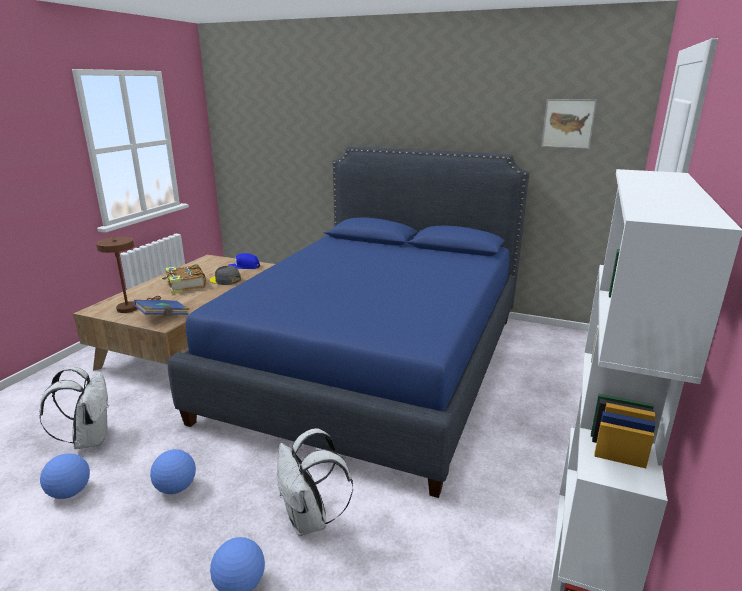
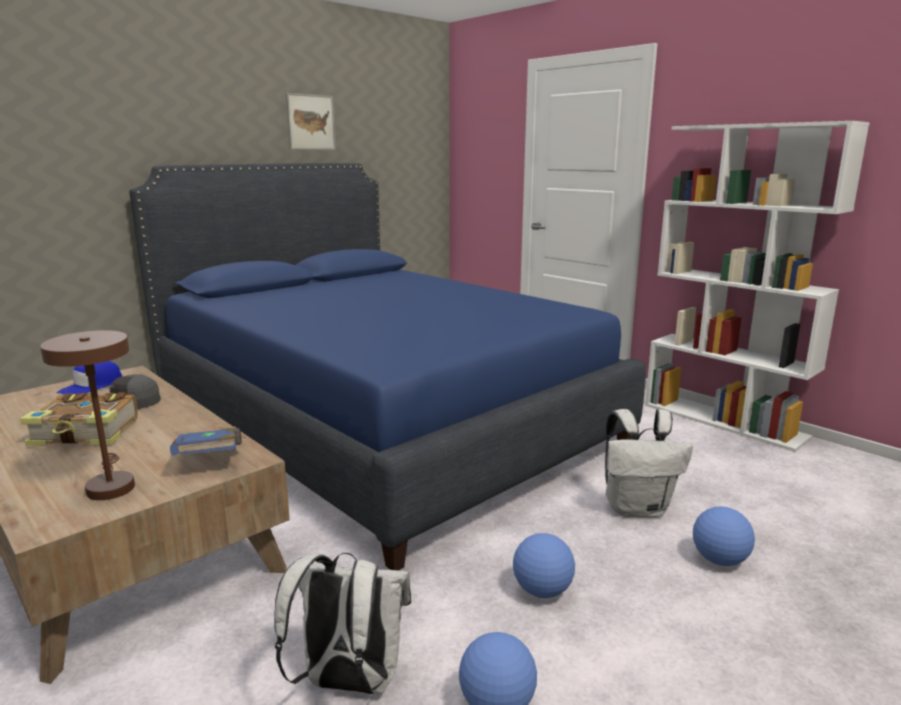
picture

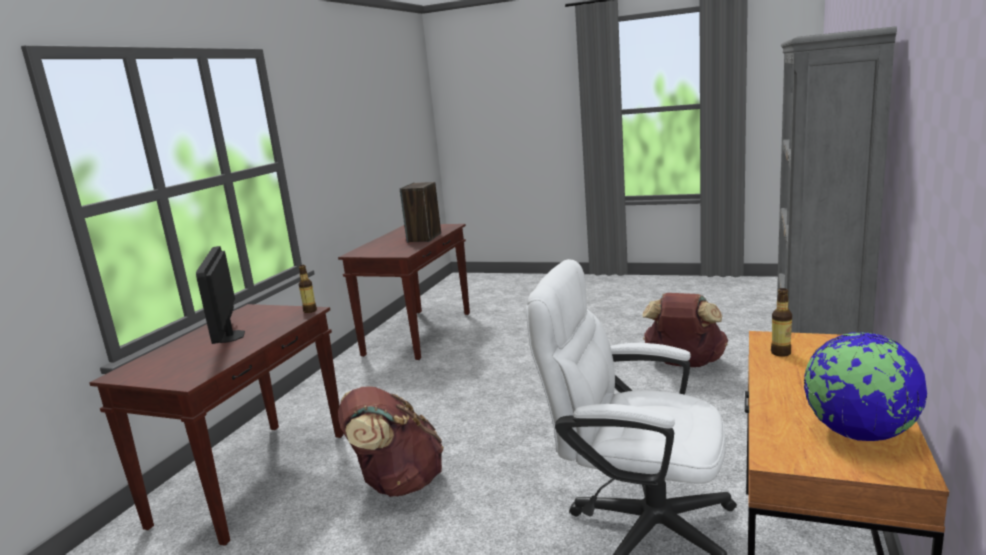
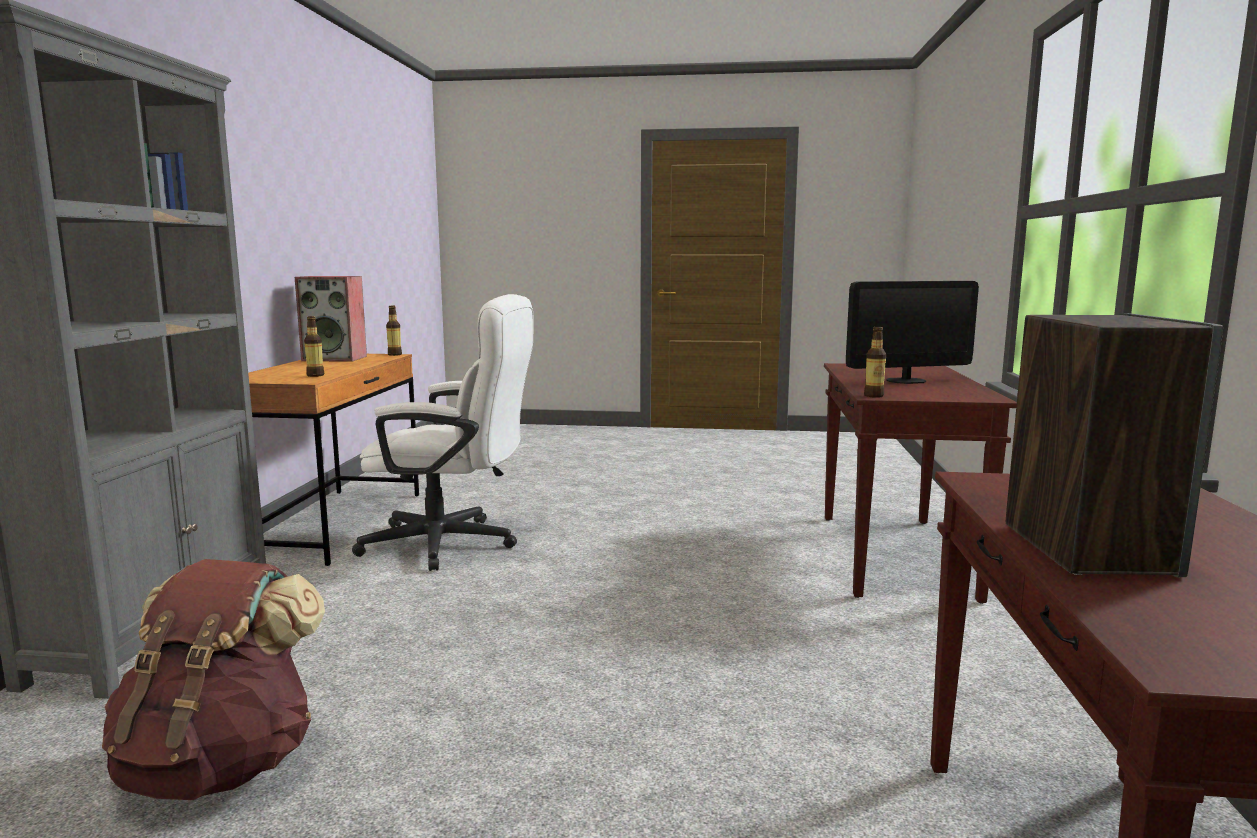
backpack (brownish) (no. 1 from left in the first image)
beverage bottle (no. 2 from left)
loudspeaker (no. 1 from left)
computer display

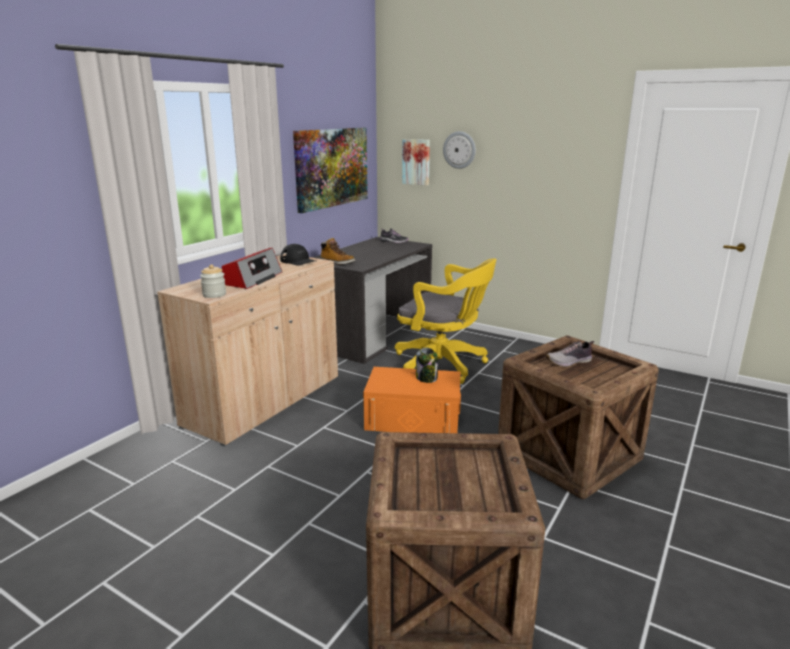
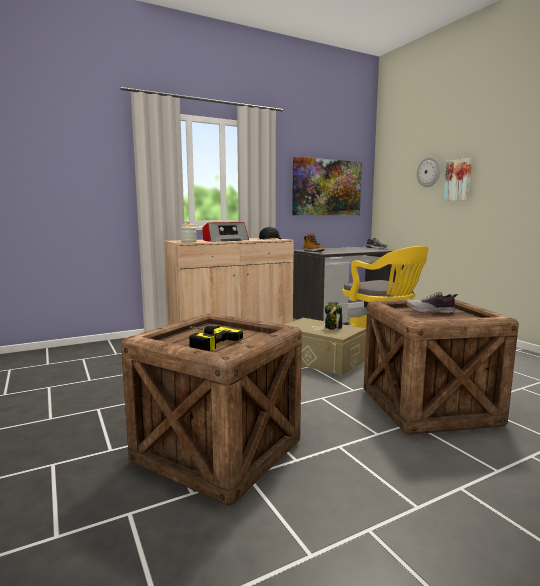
drill
picture (no. 2 from left)
storage container (beige-coloured)

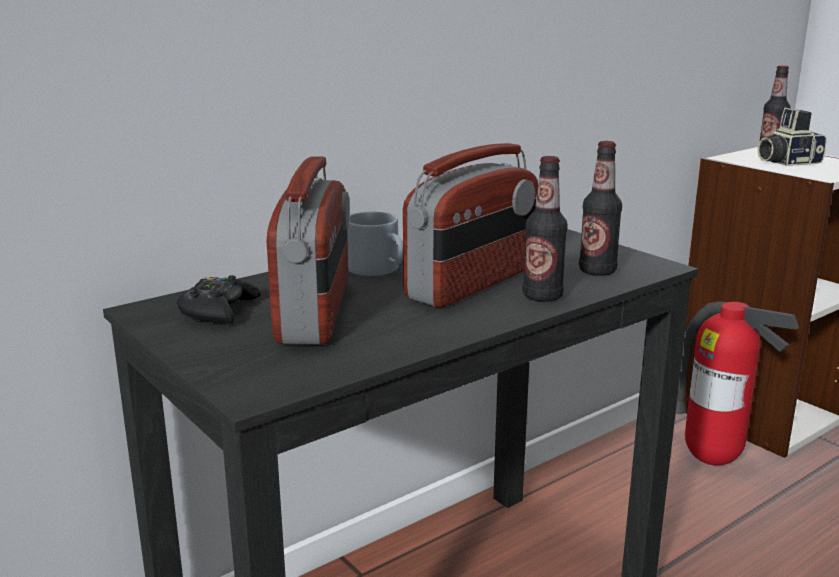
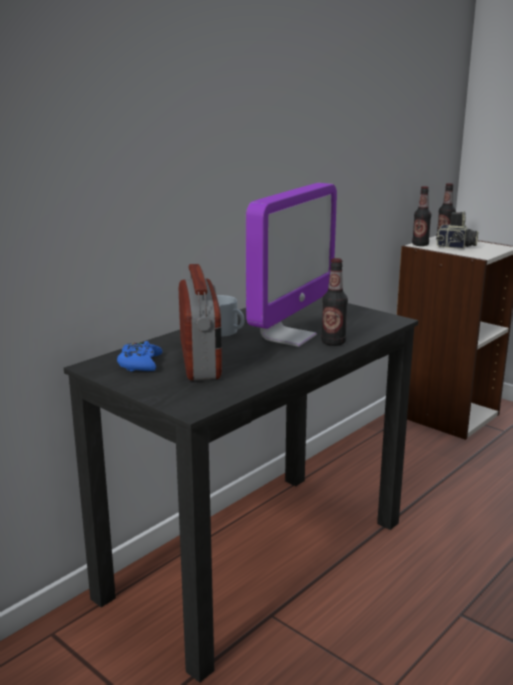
extinguisher
beverage bottle (no. 2 from left)
computer display
game controller (bluish)
still camera

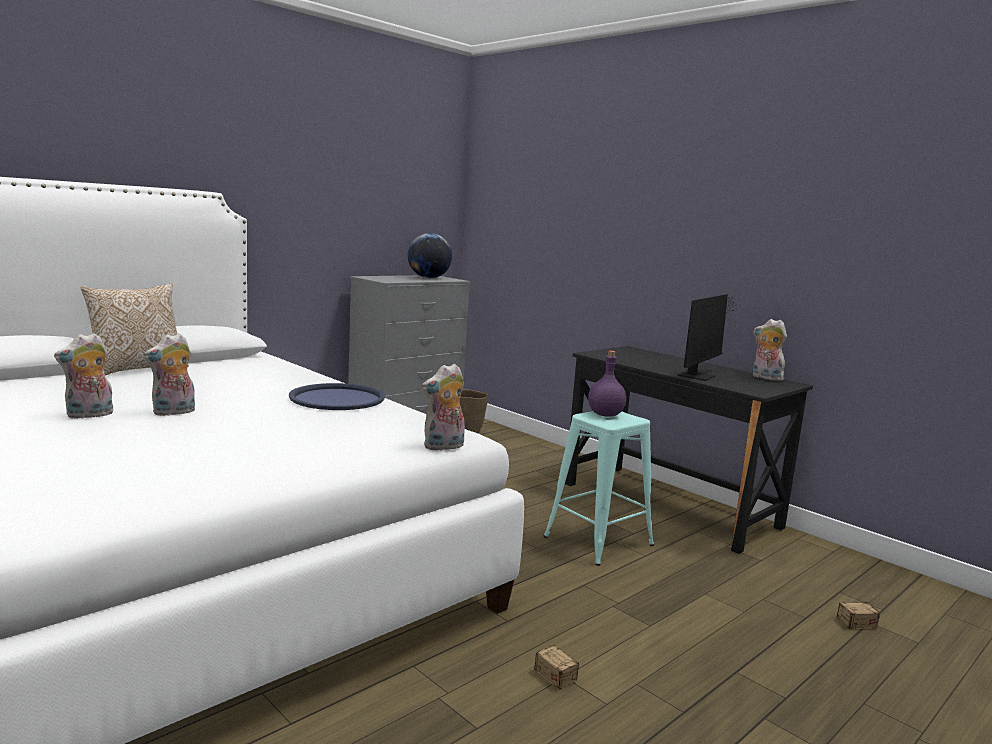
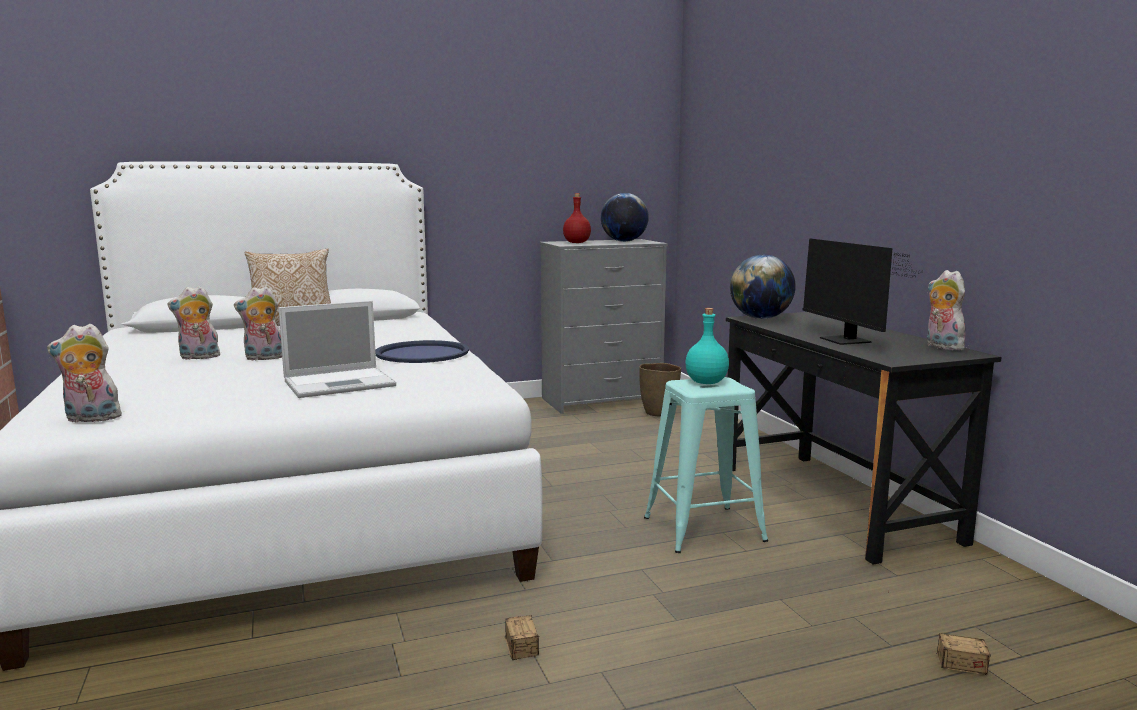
notebook computer
beverage bottle (red-coloured)
globe (no. 2 from left)
plush toy (no. 1 from left)
beverage bottle (blue-green)
computer display

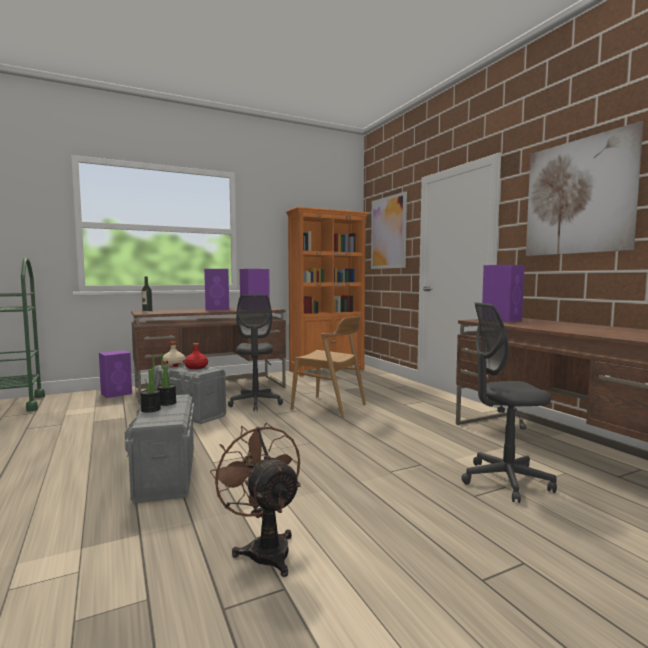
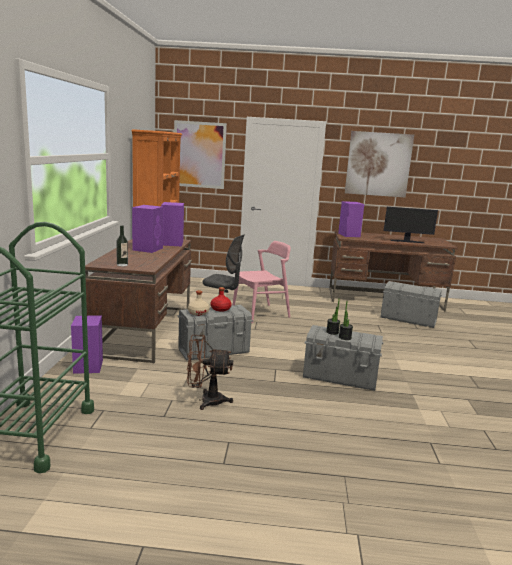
computer display
cooling fan (brownish)
storage container (gray) (no. 3 from left)
plain chair (pink-coloured)

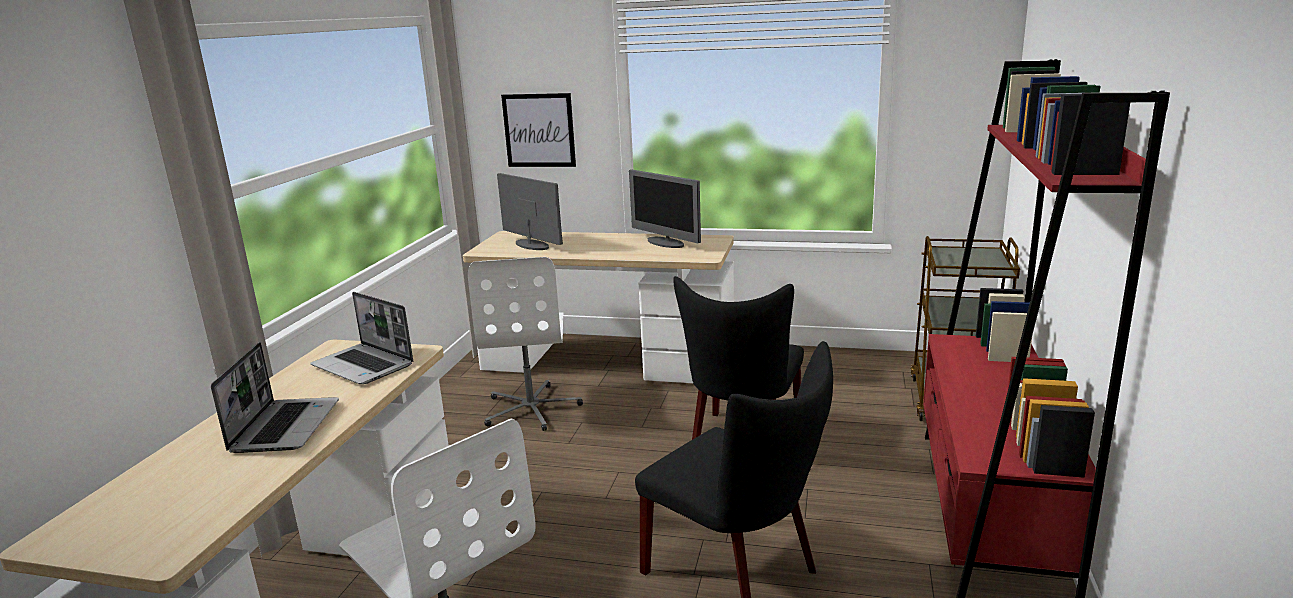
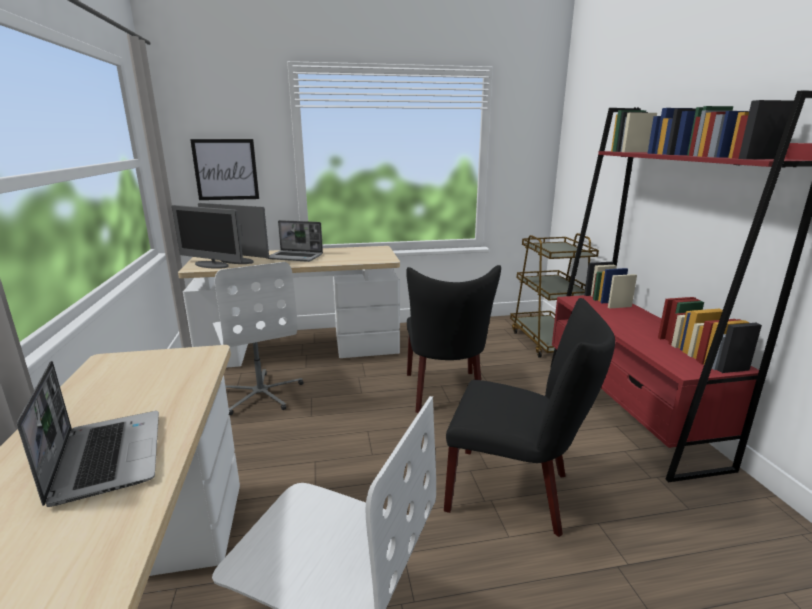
notebook computer (no. 2 from left)
computer display (no. 1 from left)

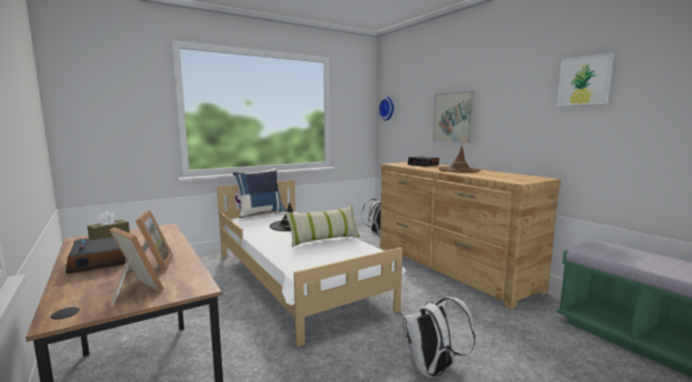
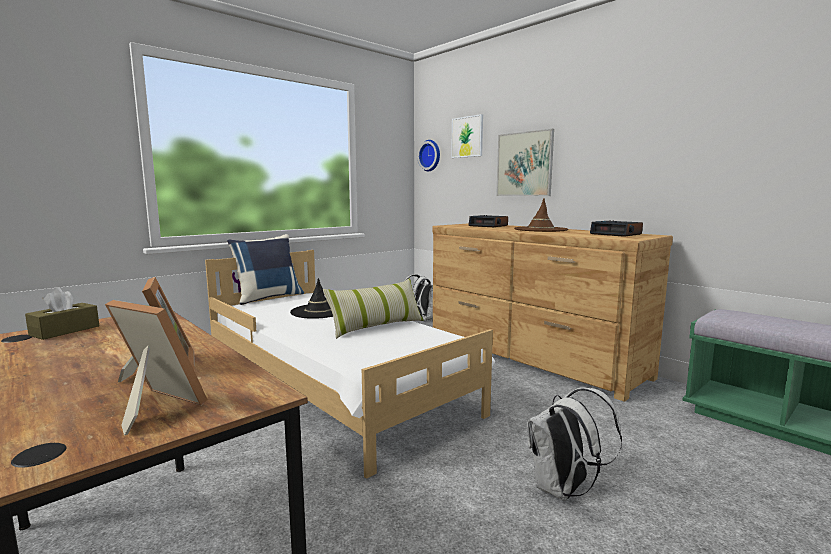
table clock (no. 2 from left)
picture (no. 1 from left)

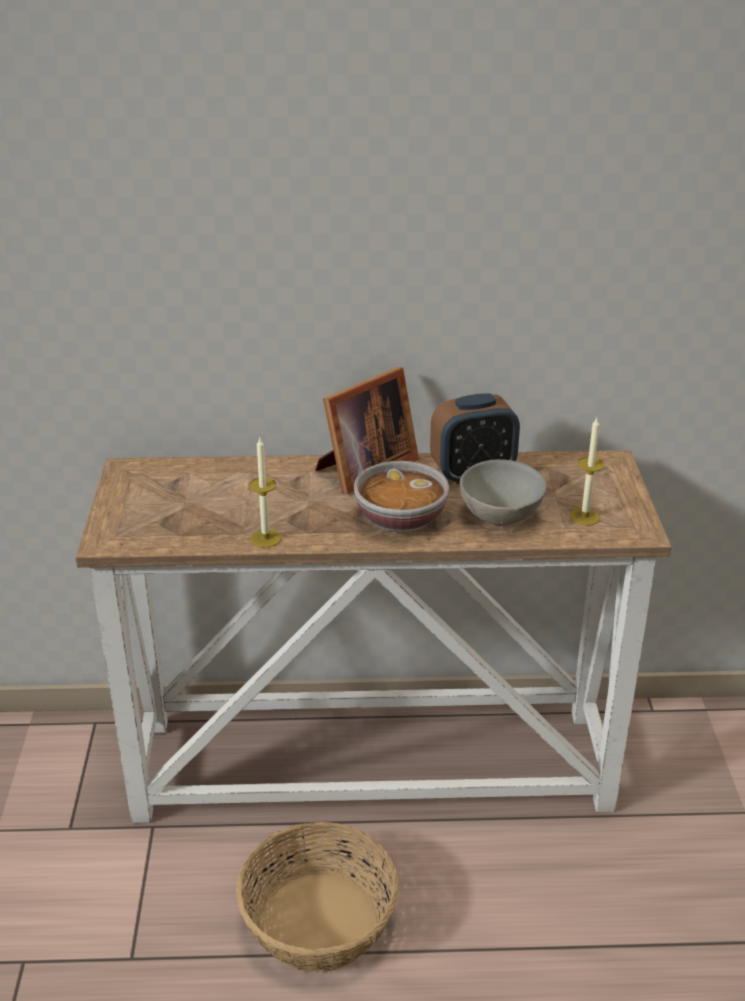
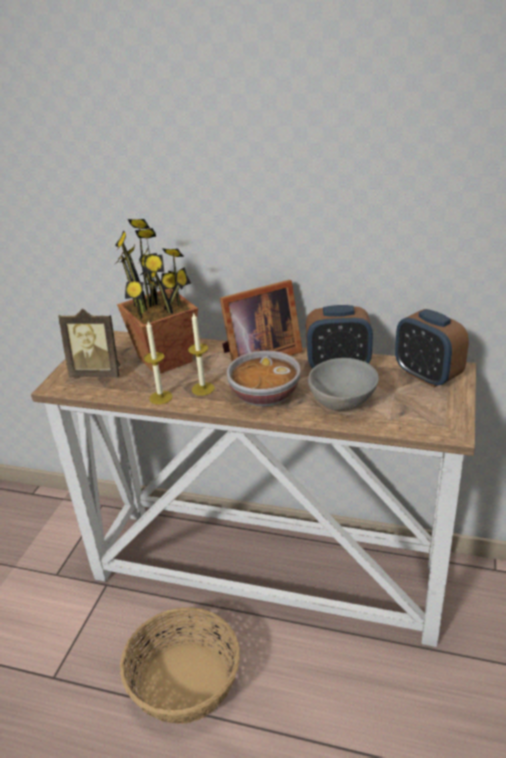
photo frame (no. 1 from left)
potted plant
table clock (no. 2 from left)
wax light (no. 2 from left)

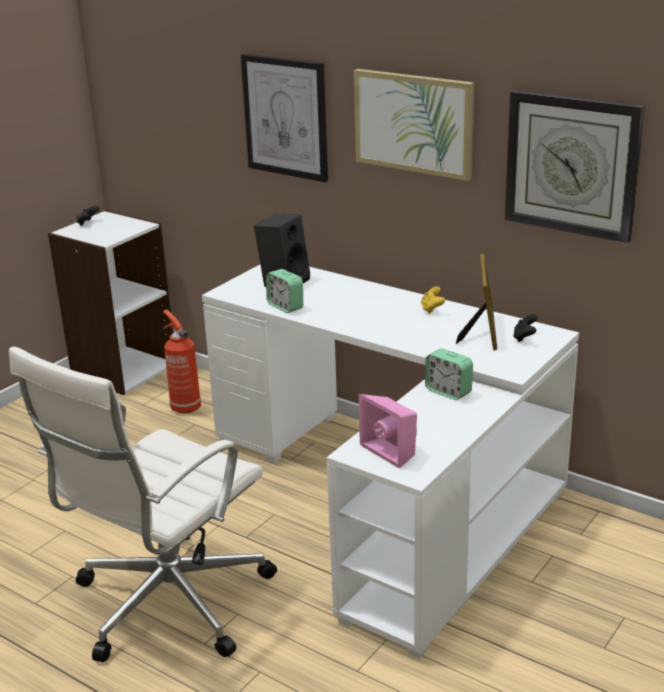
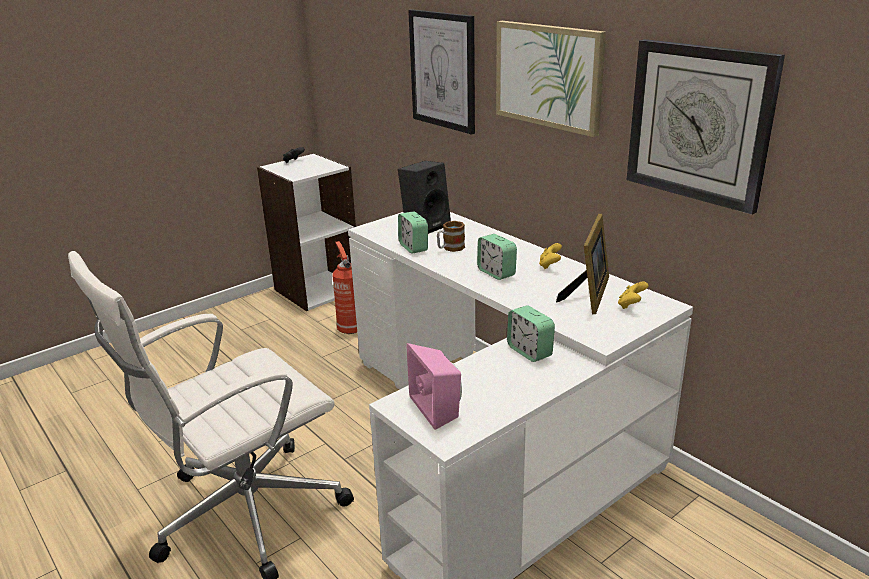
tea mug
table clock (no. 2 from left)
game controller (yellow) (no. 2 from left)

